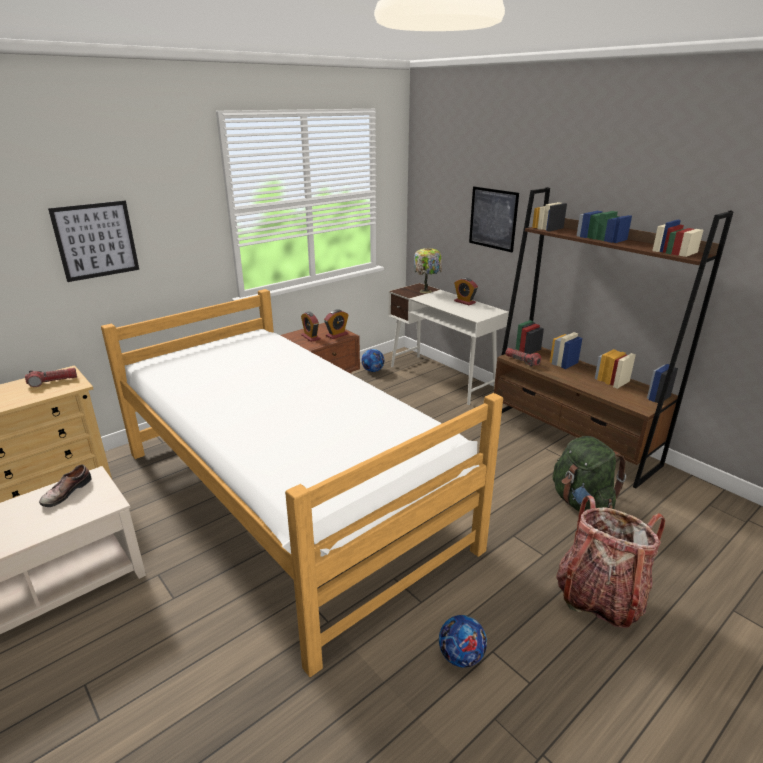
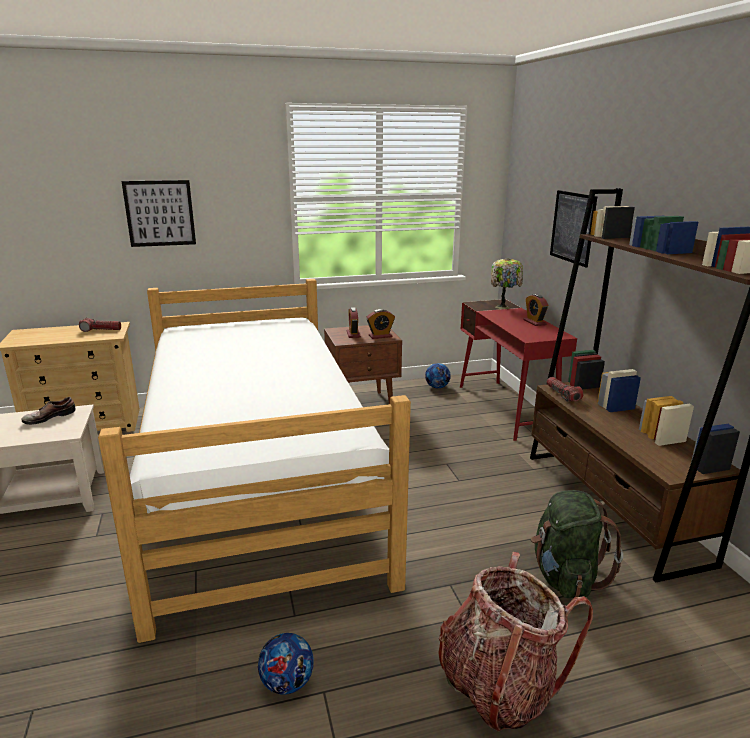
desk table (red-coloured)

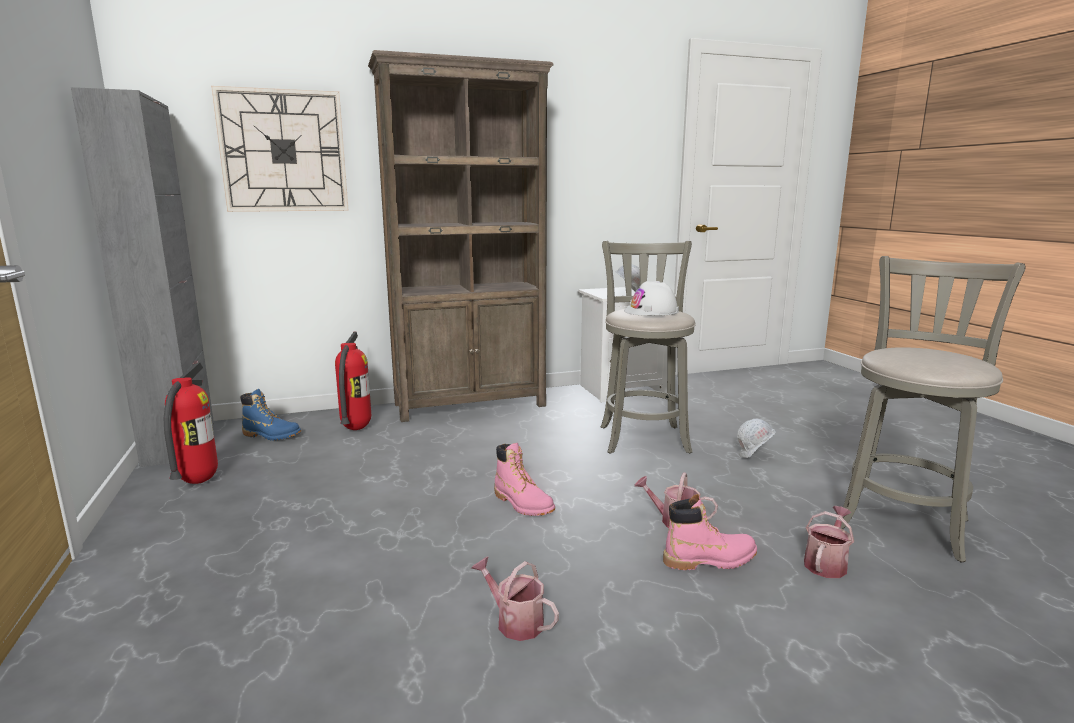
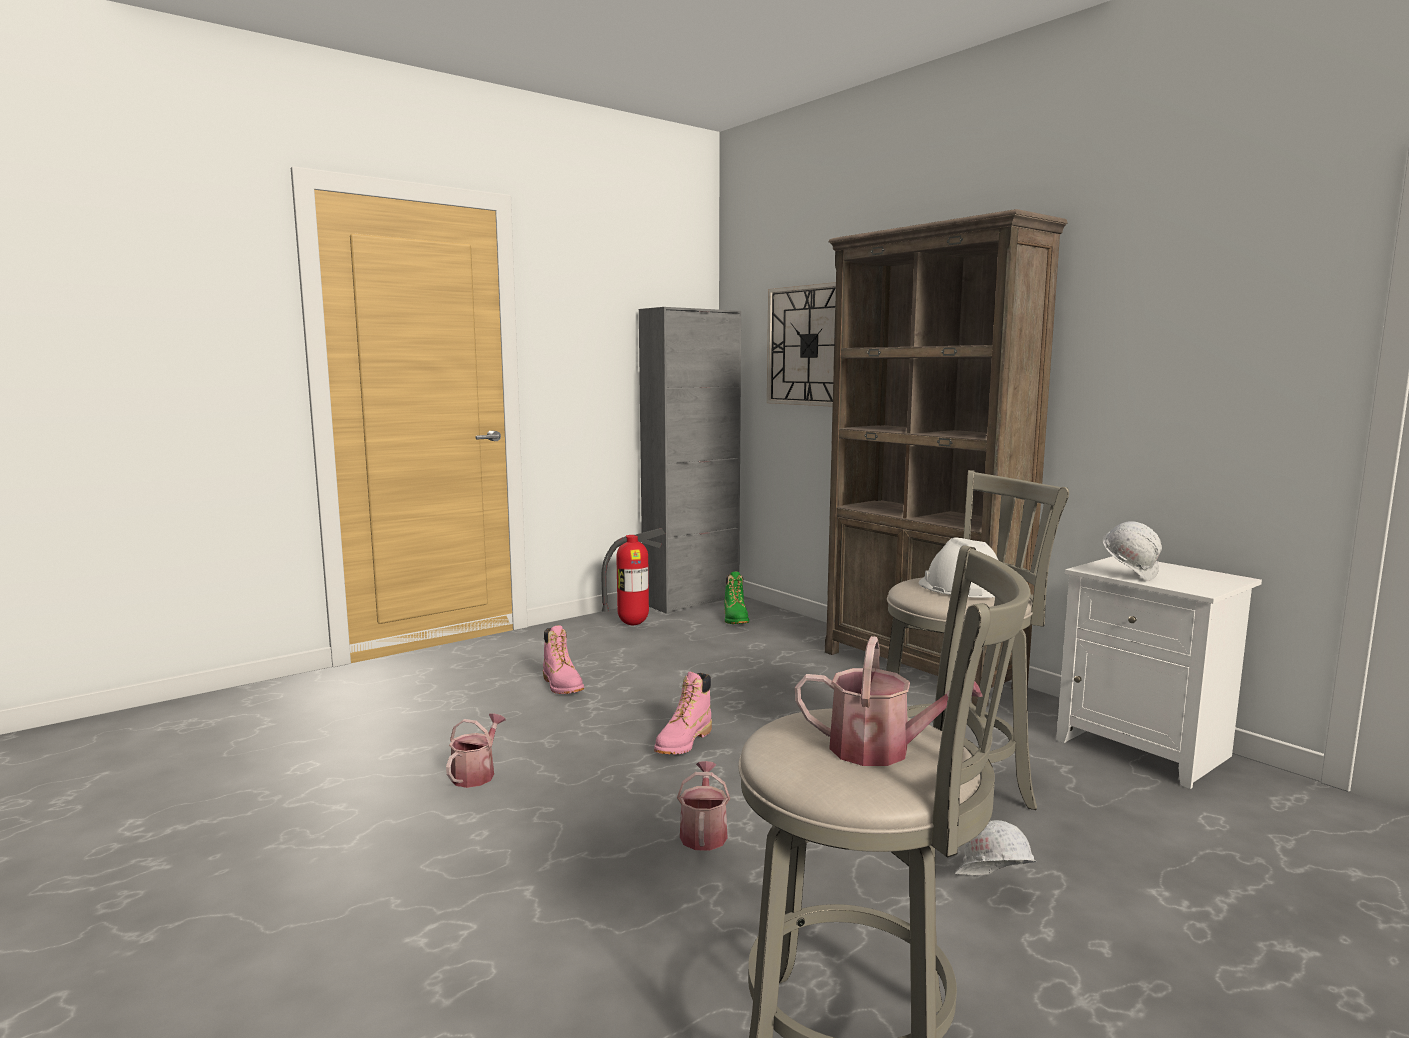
extinguisher (no. 2 from left in the first image)
tall boot (pink-coloured) (no. 1 from left)
watering can (no. 3 from left)
tall boot (green-coloured)

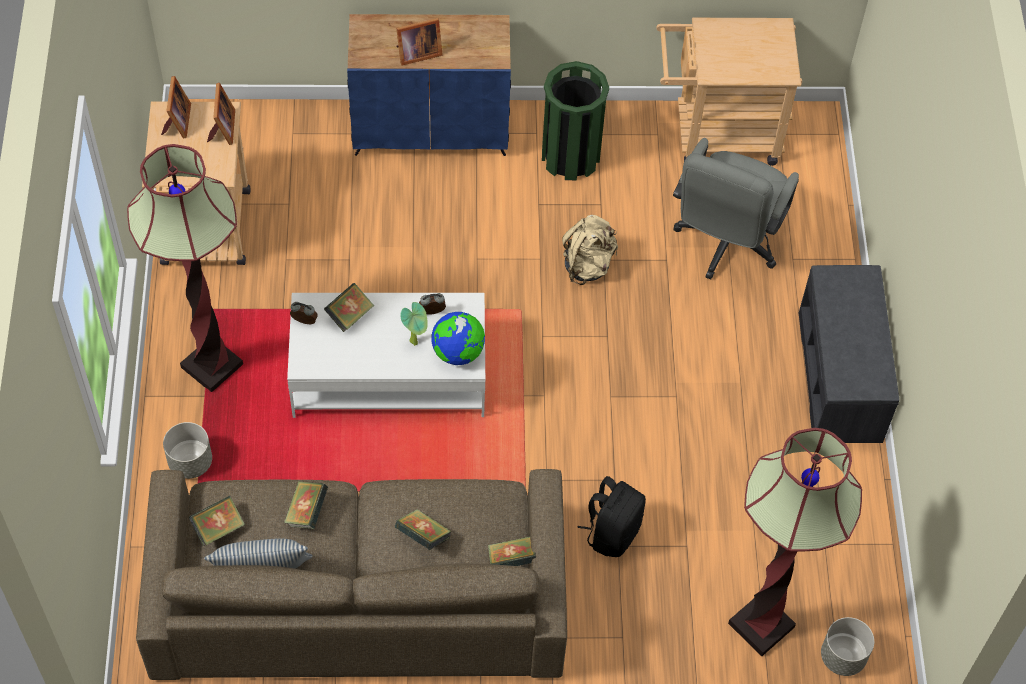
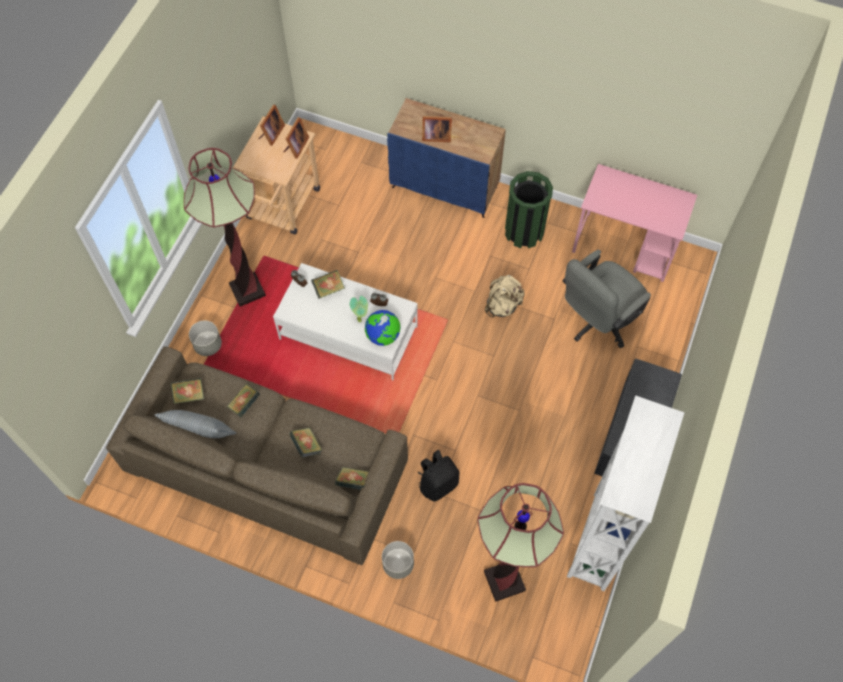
bookcase (white)
flower pot (gray) (no. 2 from left)
desk table (pink-coloured)

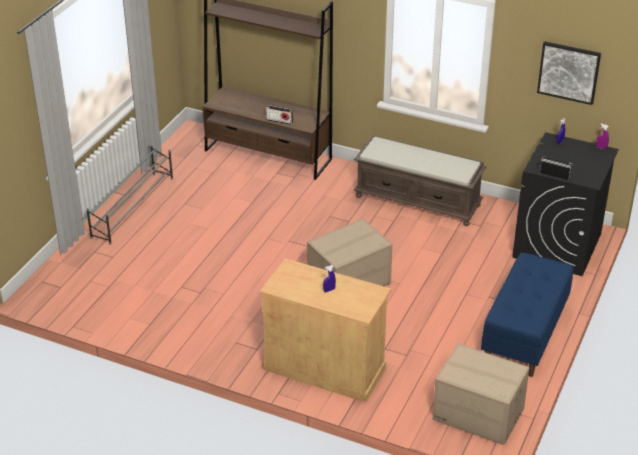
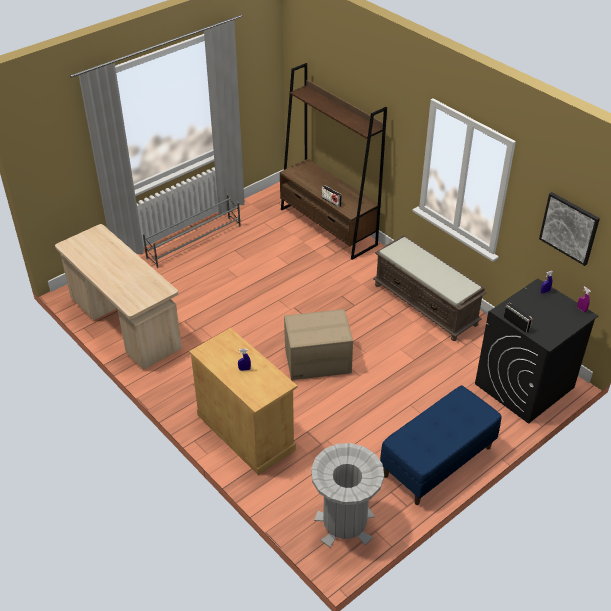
desk table (beige-coloured)
trash can (gray)

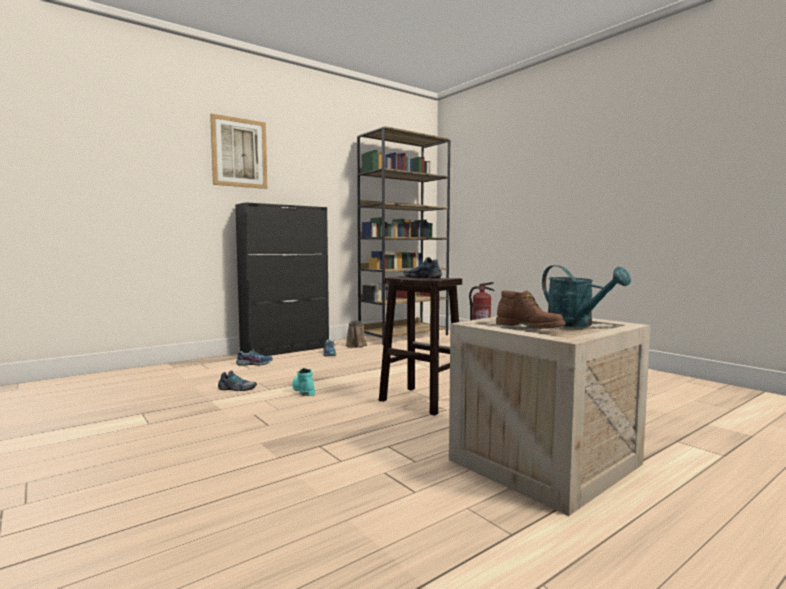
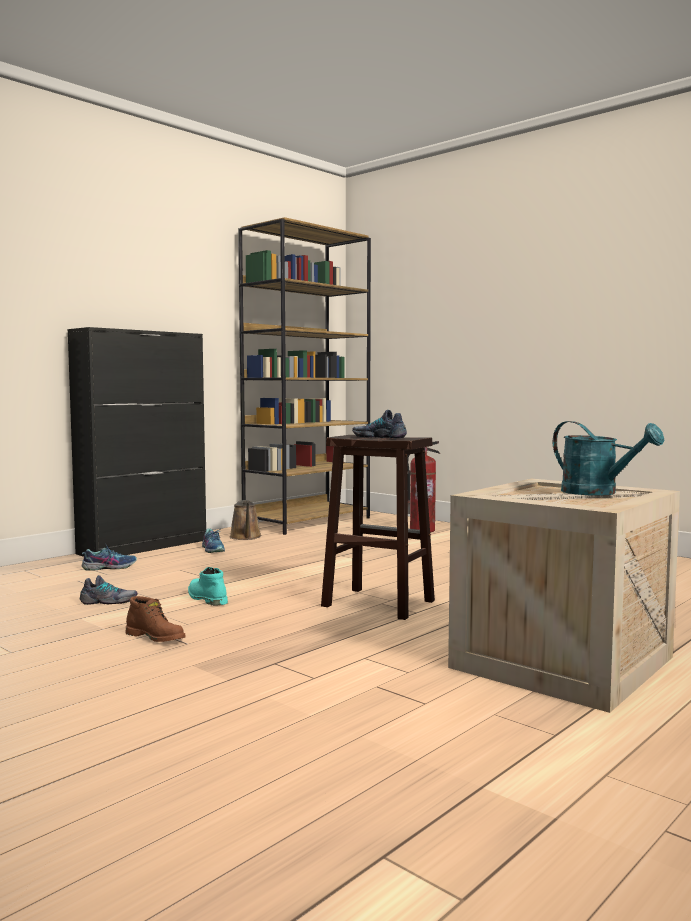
picture
tall boot (brownish)

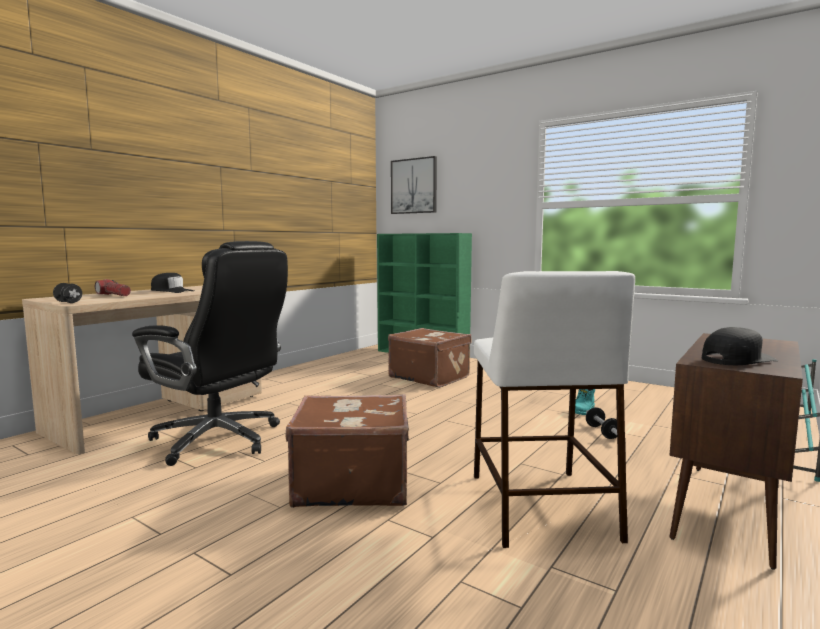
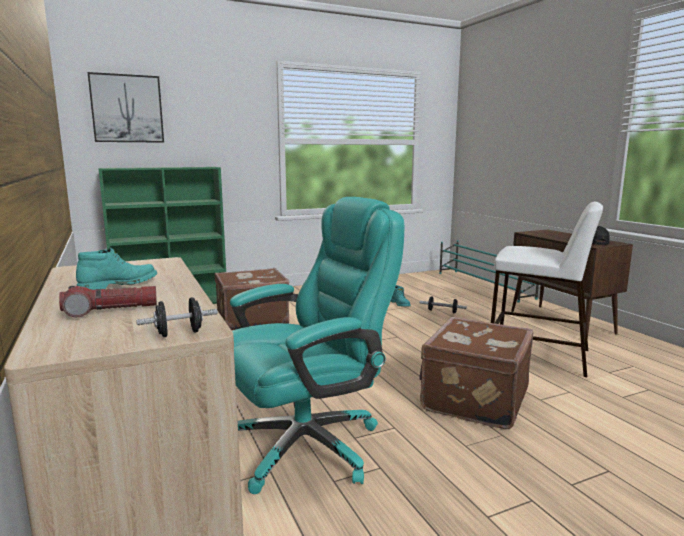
tall boot (blue-green) (no. 1 from left)
computer chair (blue-green)

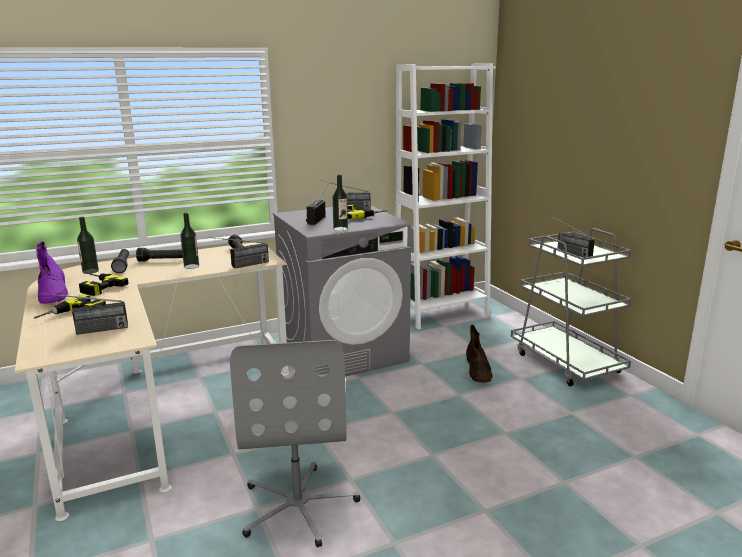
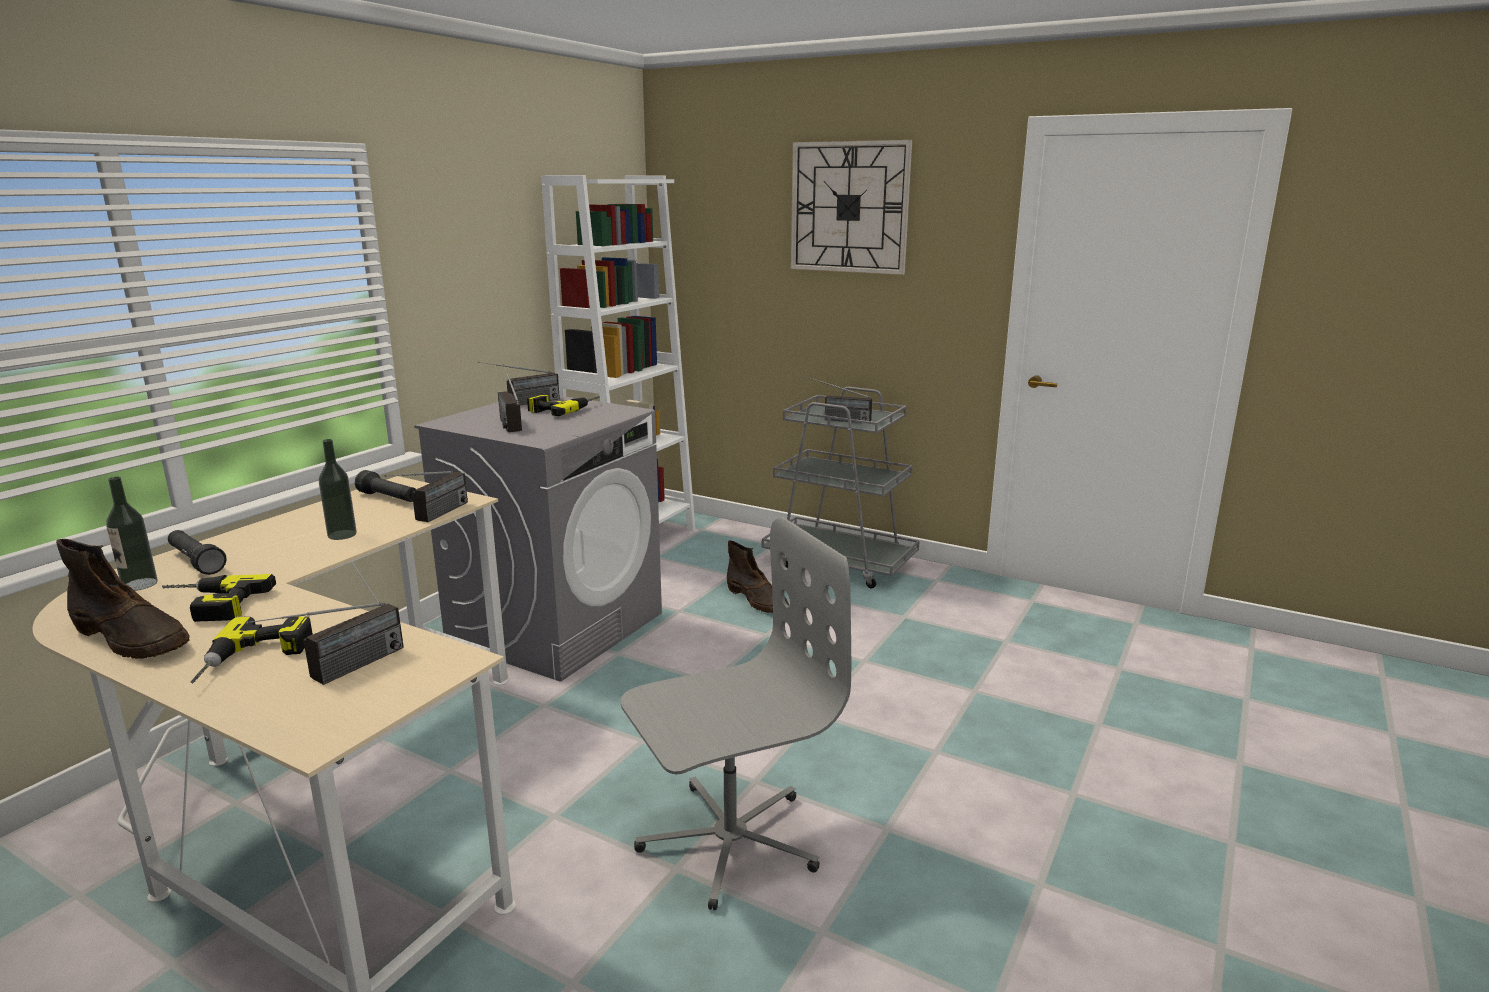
hand torch (black) (no. 2 from left in the first image)
beverage bottle (no. 3 from left in the first image)
wall clock
tall boot (brownish) (no. 1 from left)
computer chair (gray)

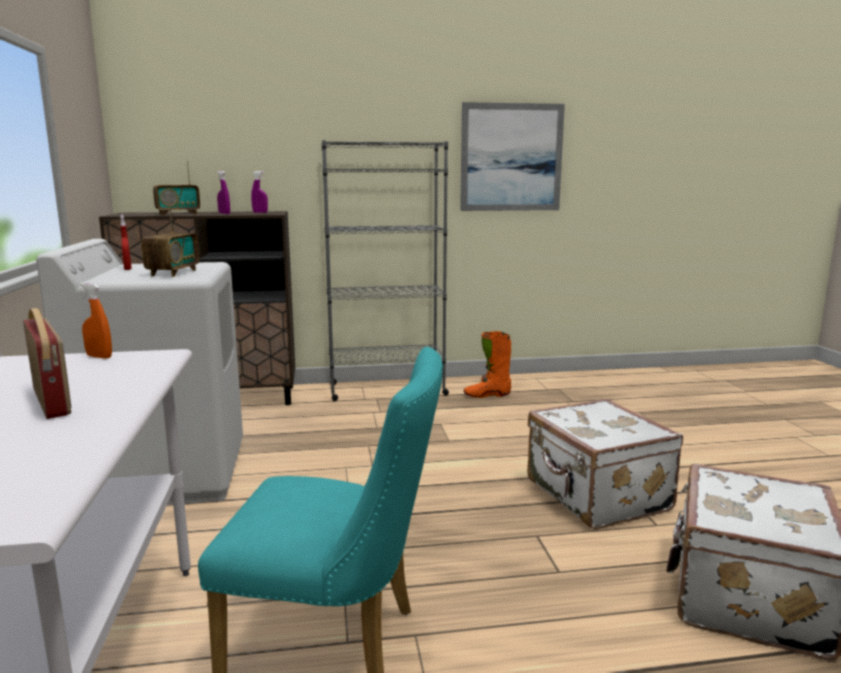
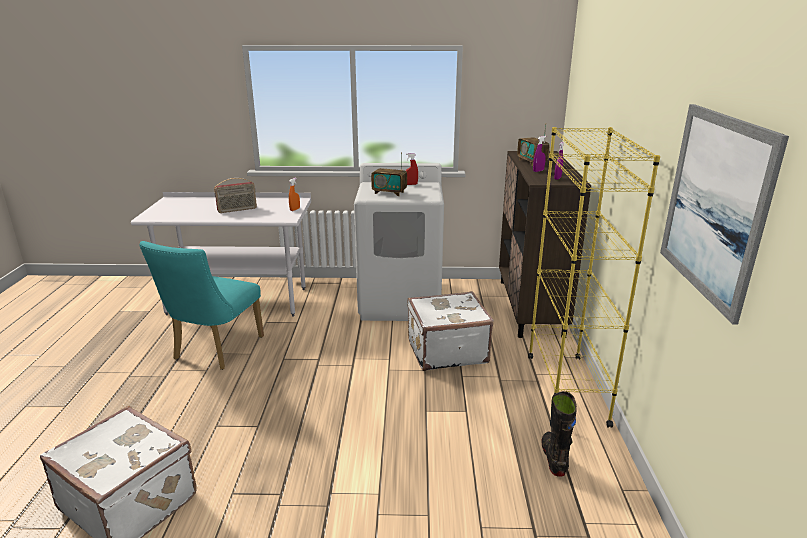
travel case (white) (no. 2 from left)
bookcase (yellow)
tall boot (black)

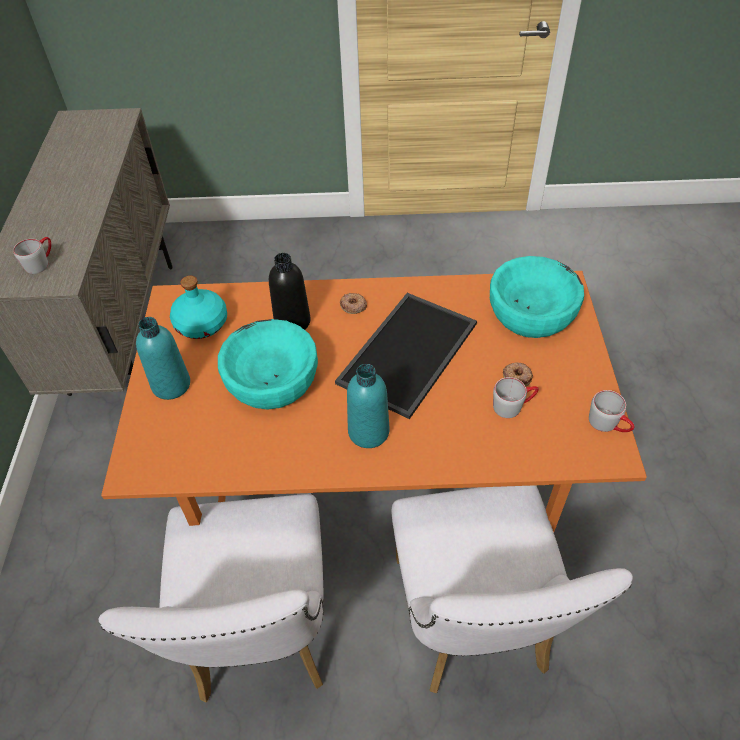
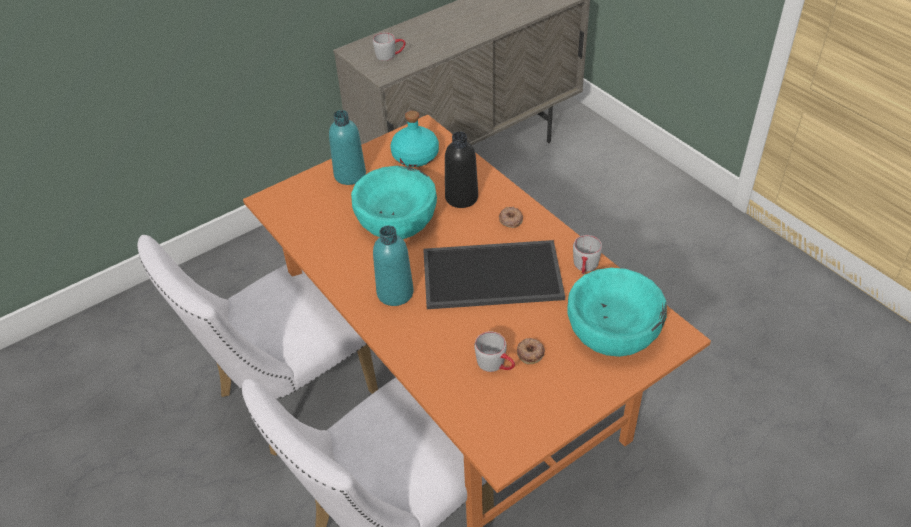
tea mug (gray) (no. 3 from left)

